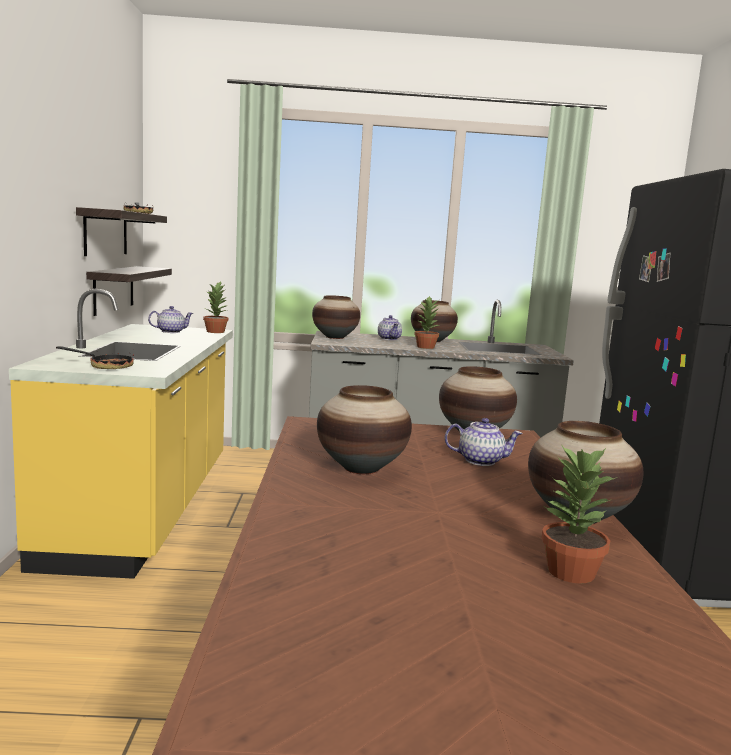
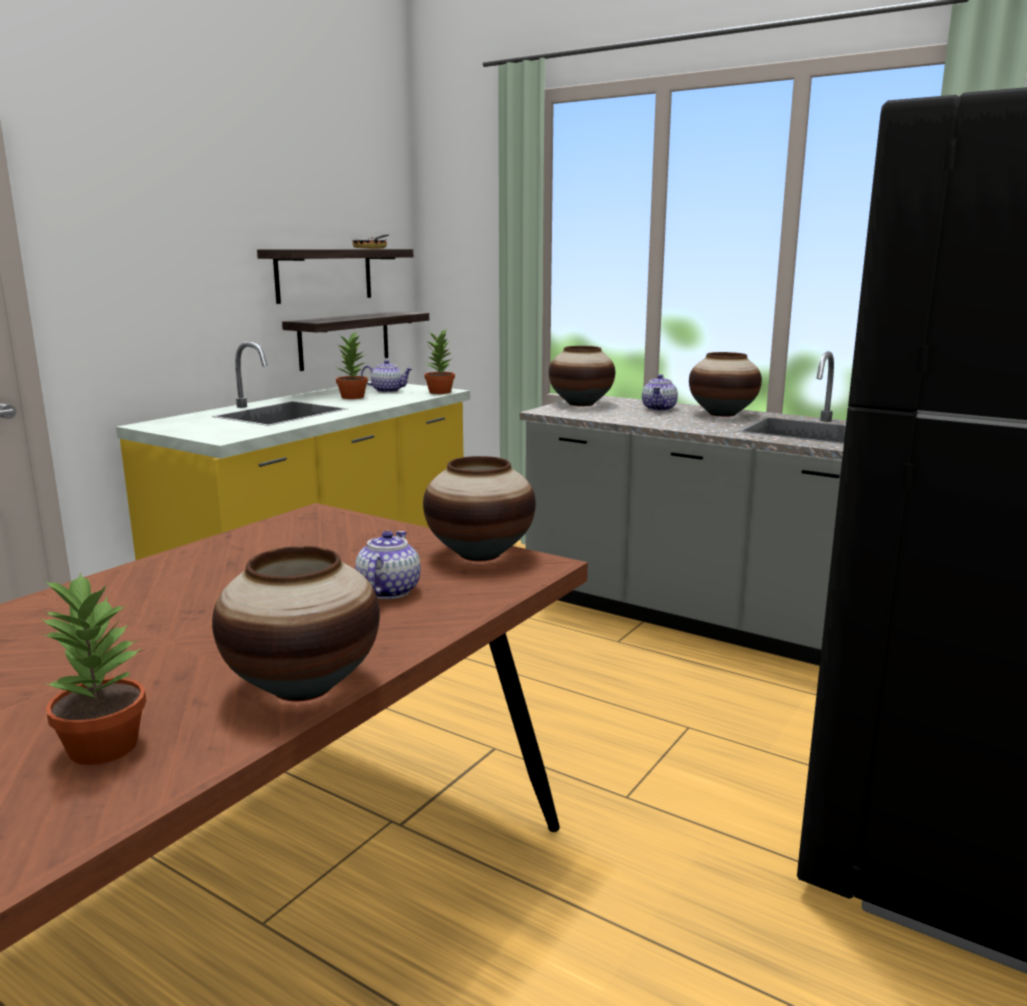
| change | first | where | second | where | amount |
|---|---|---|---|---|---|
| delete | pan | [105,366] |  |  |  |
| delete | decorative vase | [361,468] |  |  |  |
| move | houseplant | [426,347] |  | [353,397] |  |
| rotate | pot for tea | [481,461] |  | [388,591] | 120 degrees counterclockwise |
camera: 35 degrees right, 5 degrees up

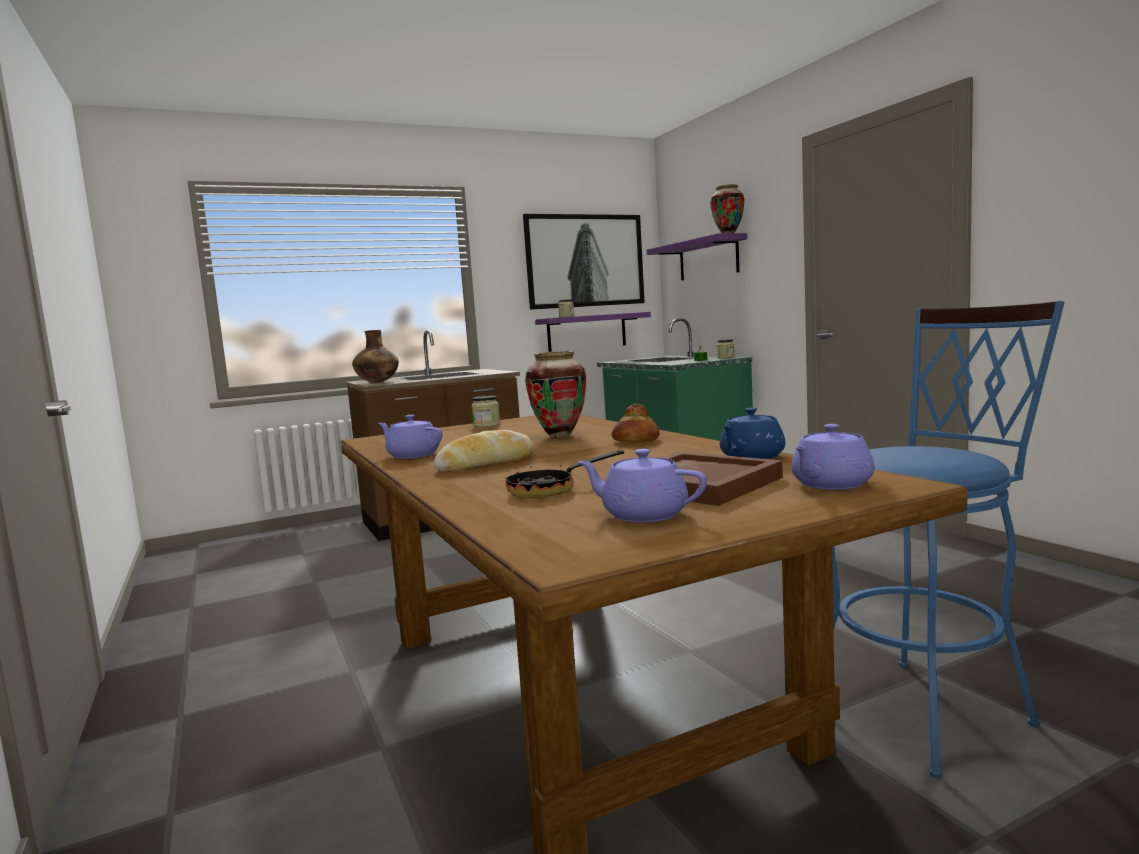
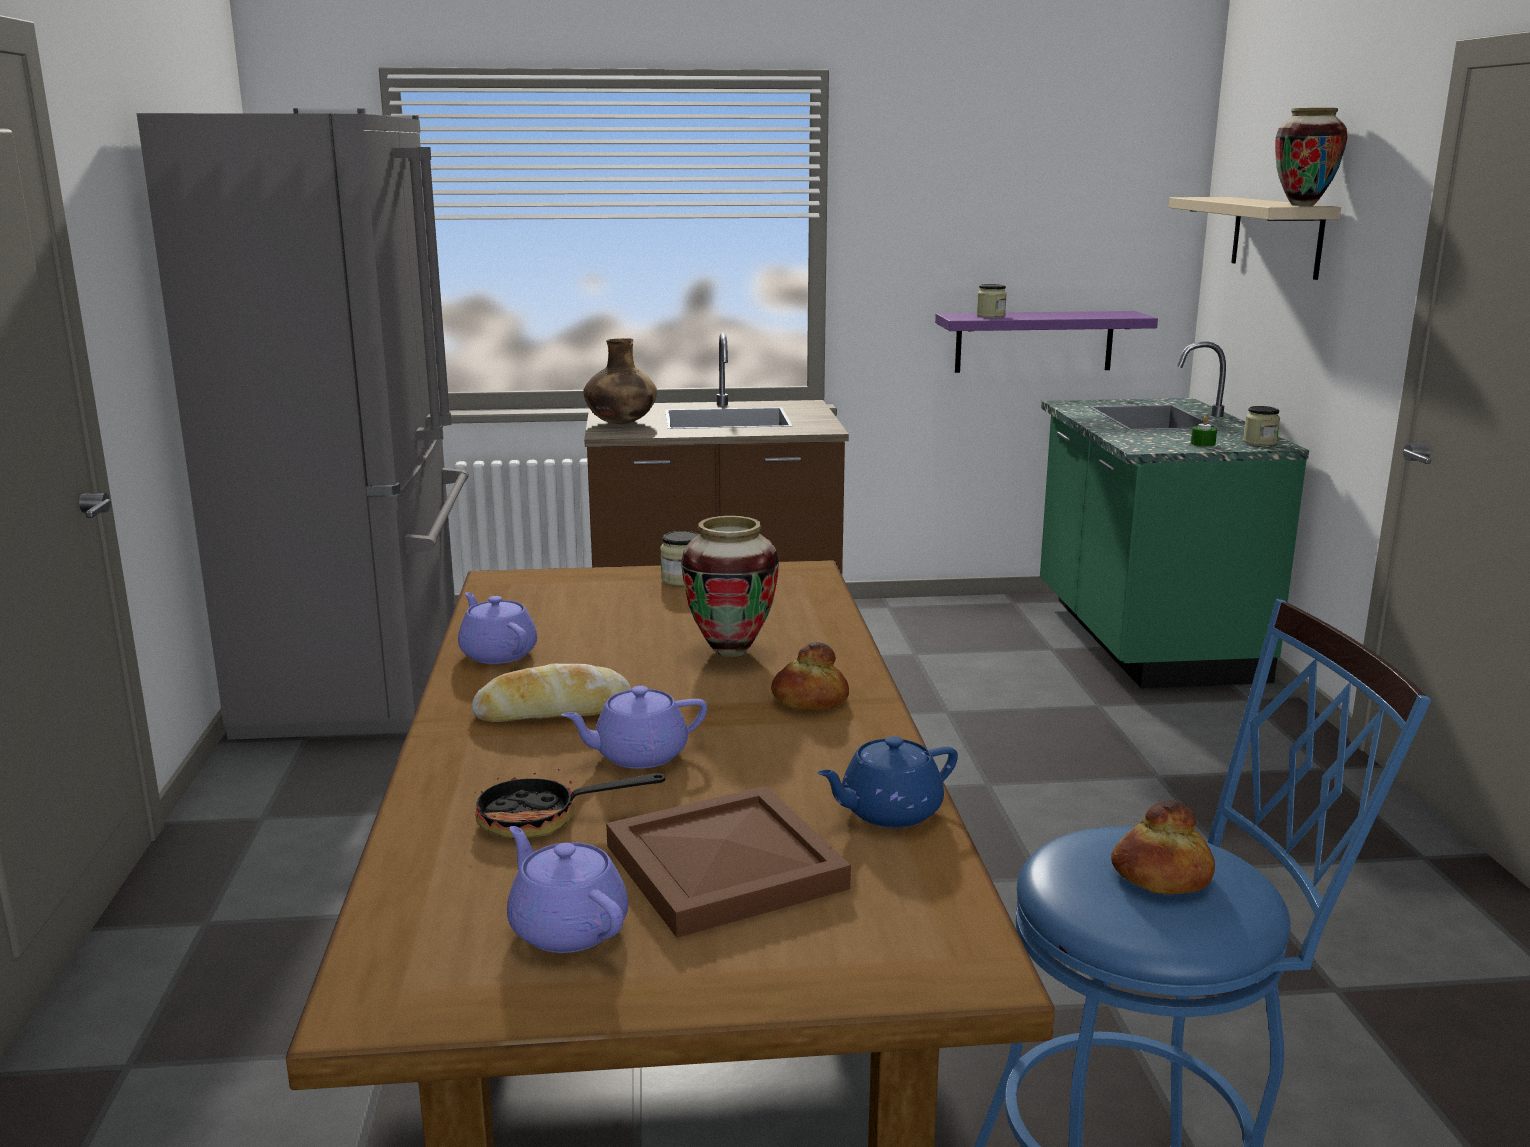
| change | first | where | second | where | amount |
|---|---|---|---|---|---|
| delete | wall art | [585,261] |  |  |  |
| insert |  |  | gray refrigerator | [365,677] |  |
| insert |  |  | bakery bread | [1161,876] |  |
| move | purplish pot for tea | [830,485] |  | [638,755] |  |
| recolor | purplish bracket shelf | [708,259] | sand-coloured bracket shelf | [1276,236] |  |
camera: 20 degrees right, 10 degrees up

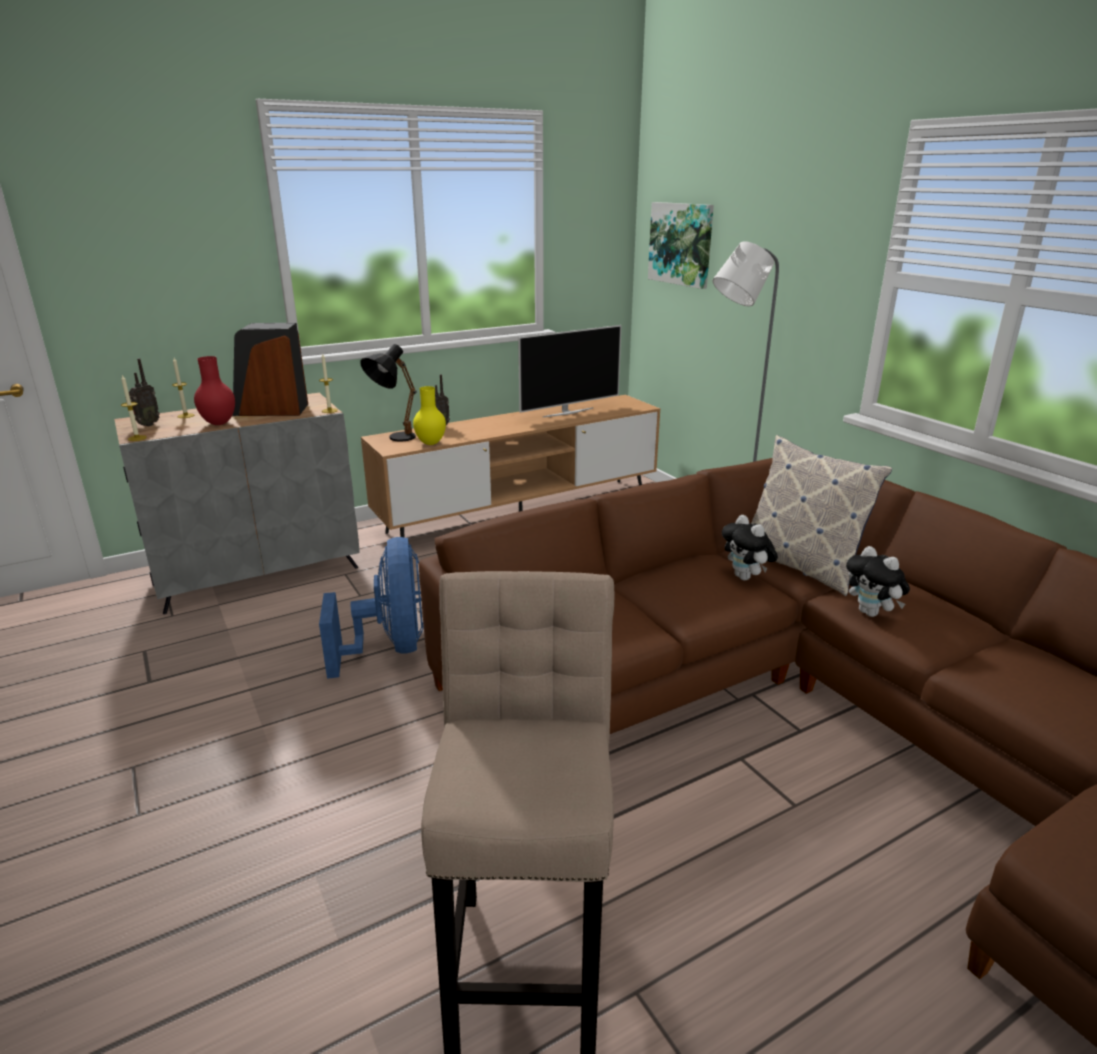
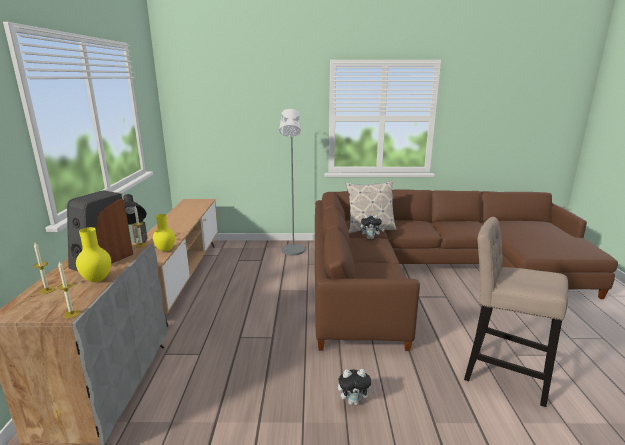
| change | first | where | second | where | amount |
|---|---|---|---|---|---|
| delete | radio receiver | [146,425] |  |  |  |
| delete | blue cooling fan | [391,647] |  |  |  |
| delete | television | [567,412] |  |  |  |
| delete | wall art | [681,244] |  |  |  |
| move | soft toy | [871,613] |  | [354,401] |  |
| recolor | red decorative vase | [218,423] | yellowish decorative vase | [96,280] |  |
camera: 60 degrees left, 5 degrees down

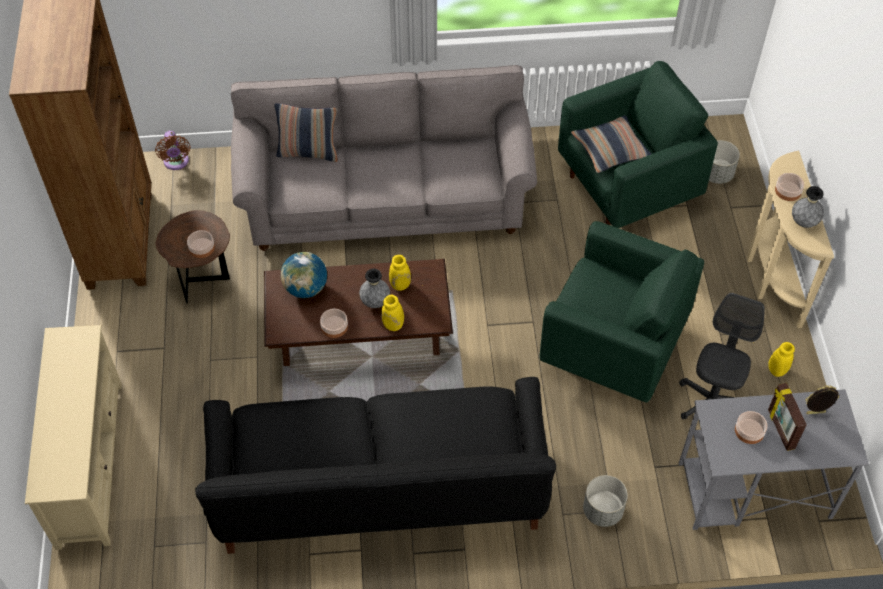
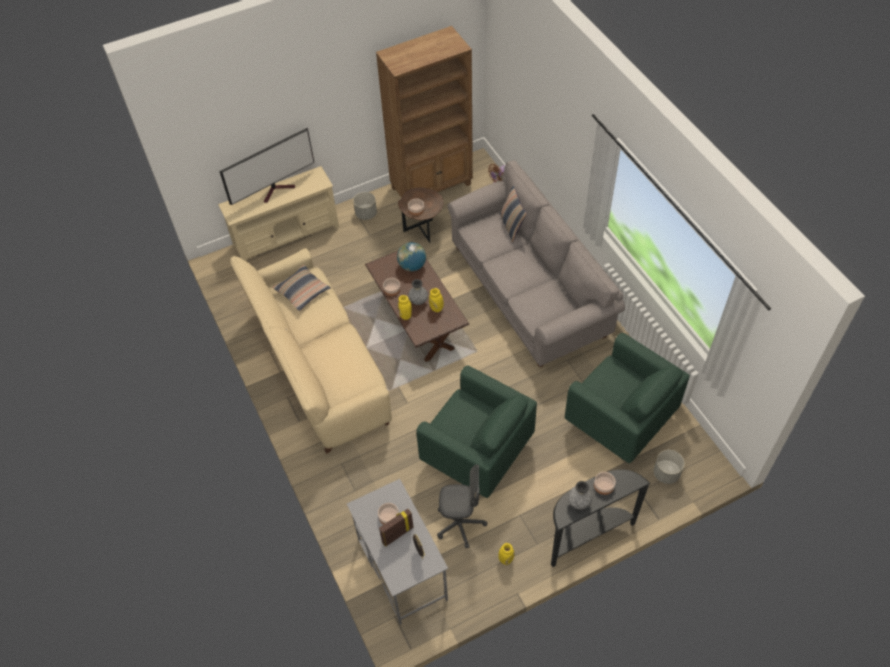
| change | first | where | second | where | amount |
|---|---|---|---|---|---|
| insert |  |  | television | [277,190] |  |
| move | cushion | [610,150] |  | [302,291] |  |
| move | gray planter | [603,511] |  | [366,214] |  |
| recolor | black-coloured settee | [379,493] | sand-coloured settee | [319,367] |  |
| recolor | sand-coloured hall table | [770,278] | black-coloured hall table | [587,535] |  |
| rotate | greenish armchair | [613,347] |  | [477,453] | 60 degrees counterclockwise |
camera: 70 degrees right, 0 degrees up

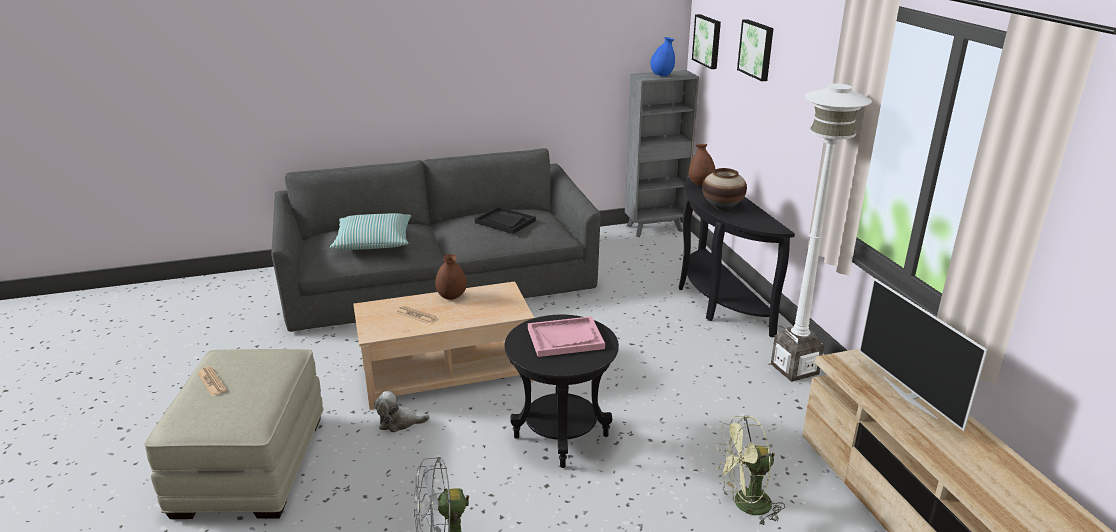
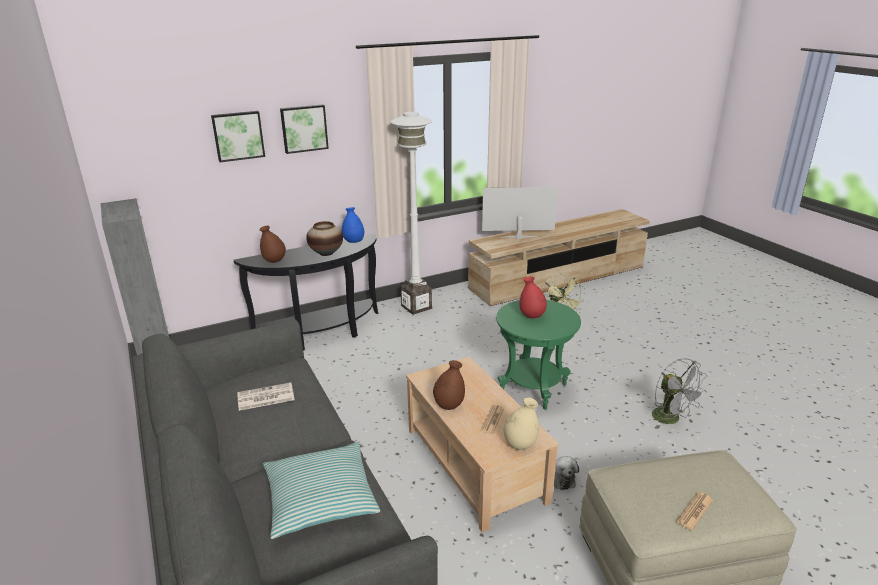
| change | first | where | second | where | amount |
|---|---|---|---|---|---|
| insert |  |  | sand-coloured decorative vase | [520,444] |  |
| move | blue decorative vase | [662,75] |  | [353,242] |  |
| move | wall art | [708,41] |  | [304,128] |  |
| replace | black-coloured tray | [505,222] | daily paper | [265,397] |  |
| replace | pinkish tray | [565,338] | red decorative vase | [532,316] |  |
| recolor | black-coloured accent table | [561,437] | greenish accent table | [533,389] |  |
| rotate | television | [910,397] |  | [518,237] | 150 degrees counterclockwise |
camera: 100 degrees left, 0 degrees up

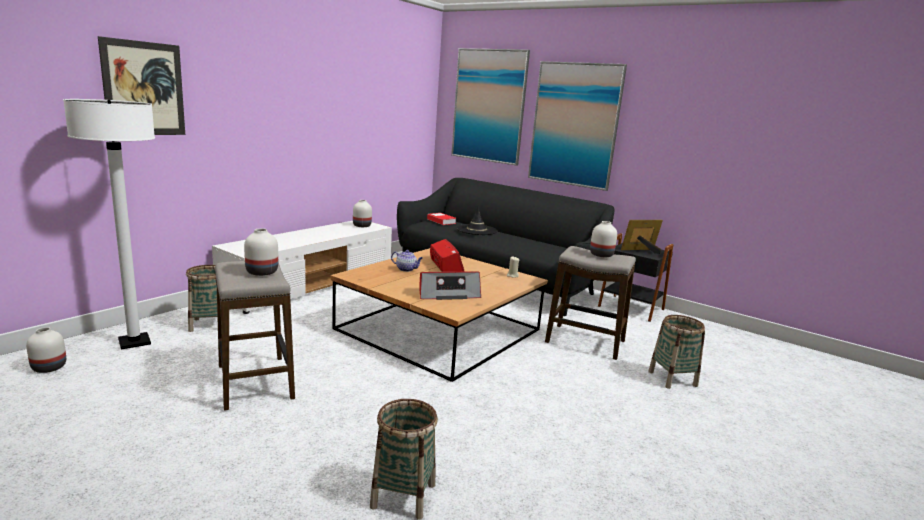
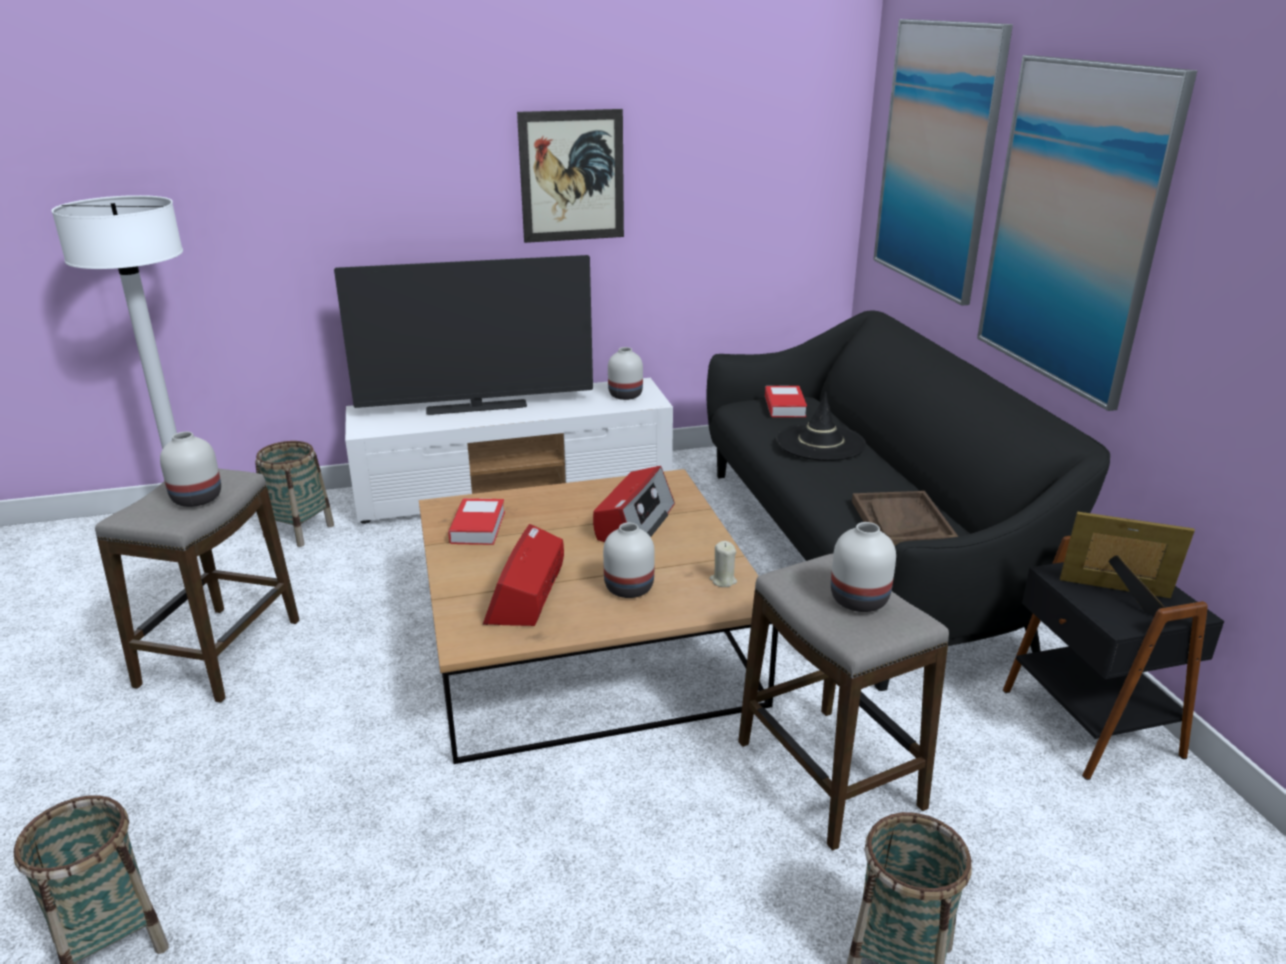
| change | first | where | second | where | amount |
|---|---|---|---|---|---|
| delete | pot for tea | [406,269] |  |  |  |
| insert |  |  | television | [476,408] |  |
| insert |  |  | volume | [478,527] |  |
| insert |  |  | brownish tray | [901,522] |  |
| move | white-coloured decorative vase | [50,367] |  | [630,587] |  |
| move | wall art | [144,89] |  | [572,176] |  |
| rotate | radio receiver | [448,294] |  | [526,594] | 75 degrees clockwise |
camera: 40 degrees right, 10 degrees up

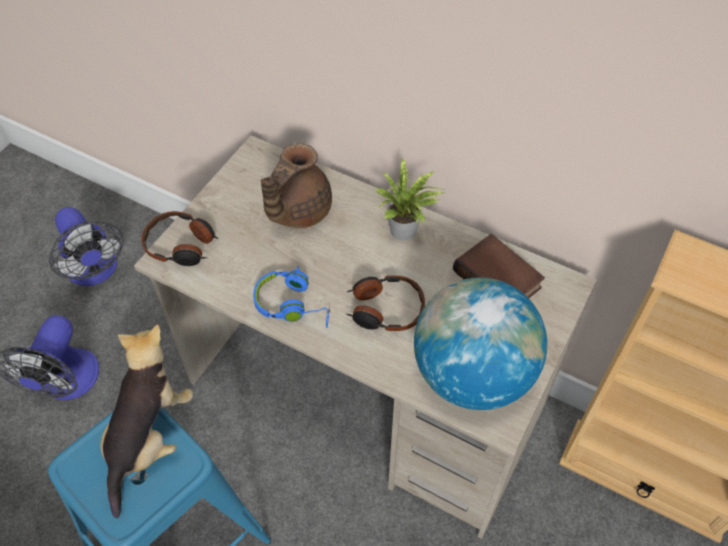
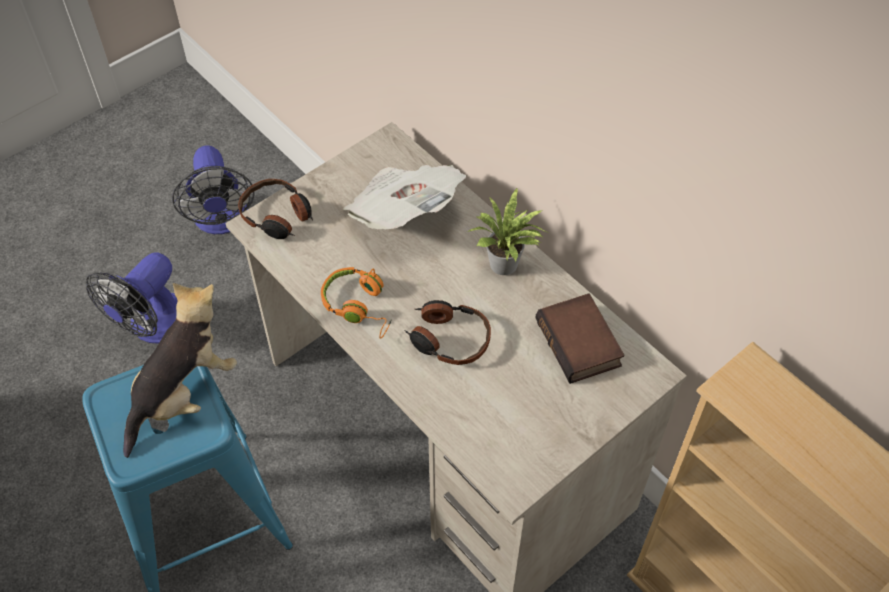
| change | first | where | second | where | amount |
|---|---|---|---|---|---|
| delete | world globe | [472,374] |  |  |  |
| replace | brownish pot for tea | [296,211] | daily paper | [404,213] |  |
| recolor | blue pair of headphones | [293,305] | orange-coloured pair of headphones | [360,306] |  |
camera: 20 degrees right, 0 degrees up

